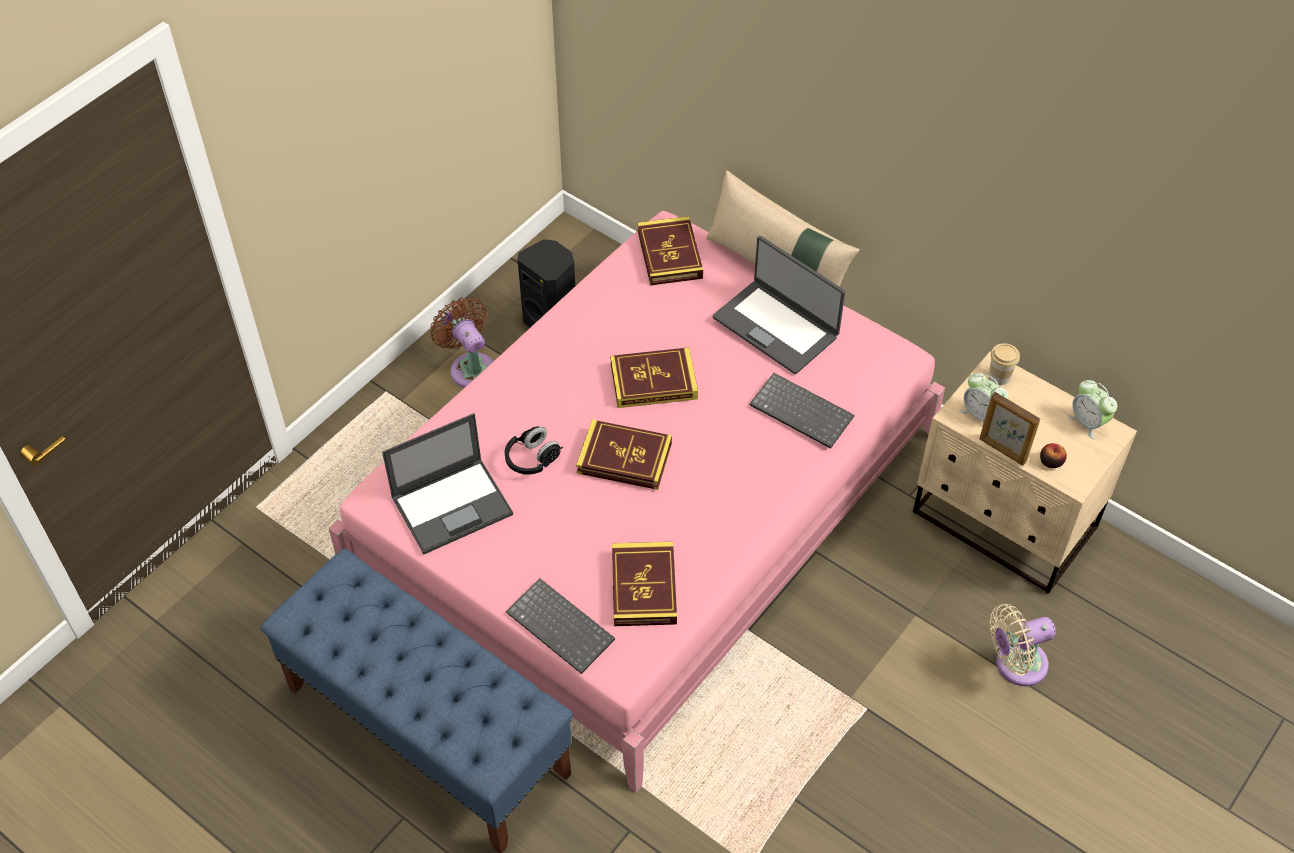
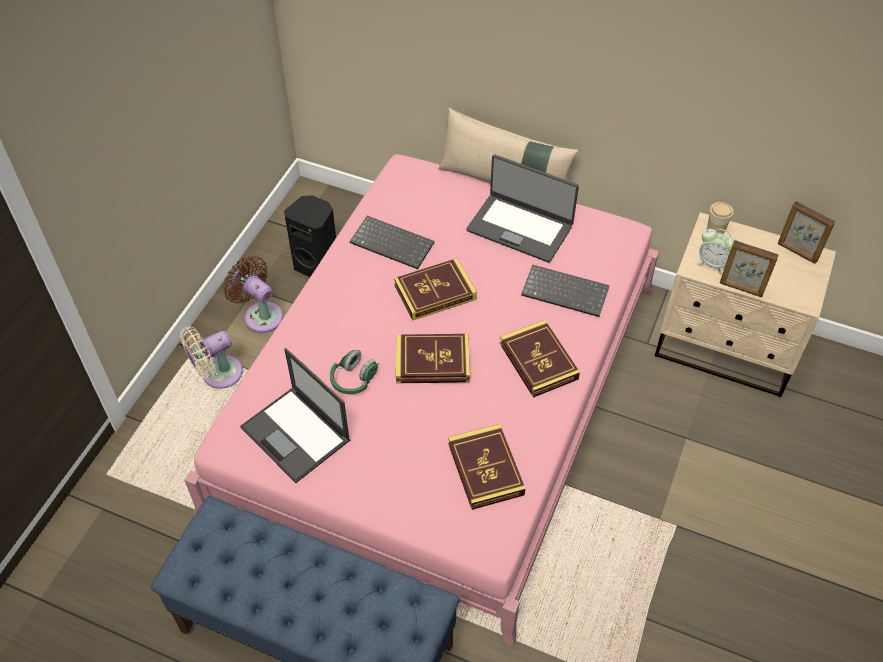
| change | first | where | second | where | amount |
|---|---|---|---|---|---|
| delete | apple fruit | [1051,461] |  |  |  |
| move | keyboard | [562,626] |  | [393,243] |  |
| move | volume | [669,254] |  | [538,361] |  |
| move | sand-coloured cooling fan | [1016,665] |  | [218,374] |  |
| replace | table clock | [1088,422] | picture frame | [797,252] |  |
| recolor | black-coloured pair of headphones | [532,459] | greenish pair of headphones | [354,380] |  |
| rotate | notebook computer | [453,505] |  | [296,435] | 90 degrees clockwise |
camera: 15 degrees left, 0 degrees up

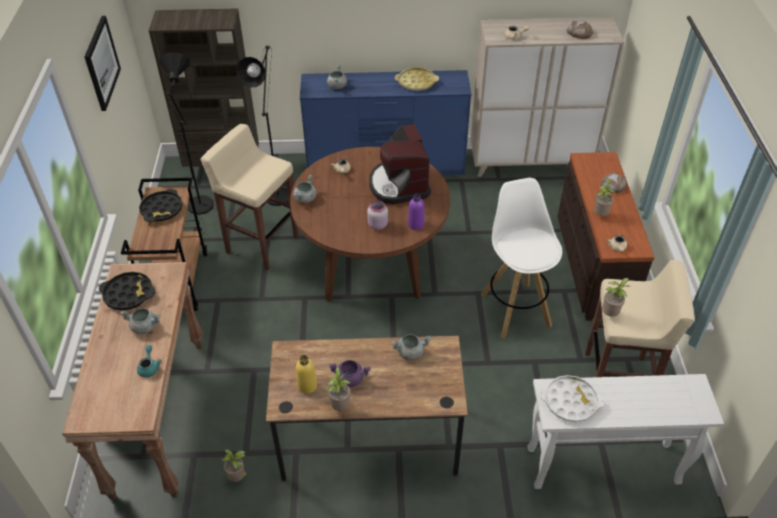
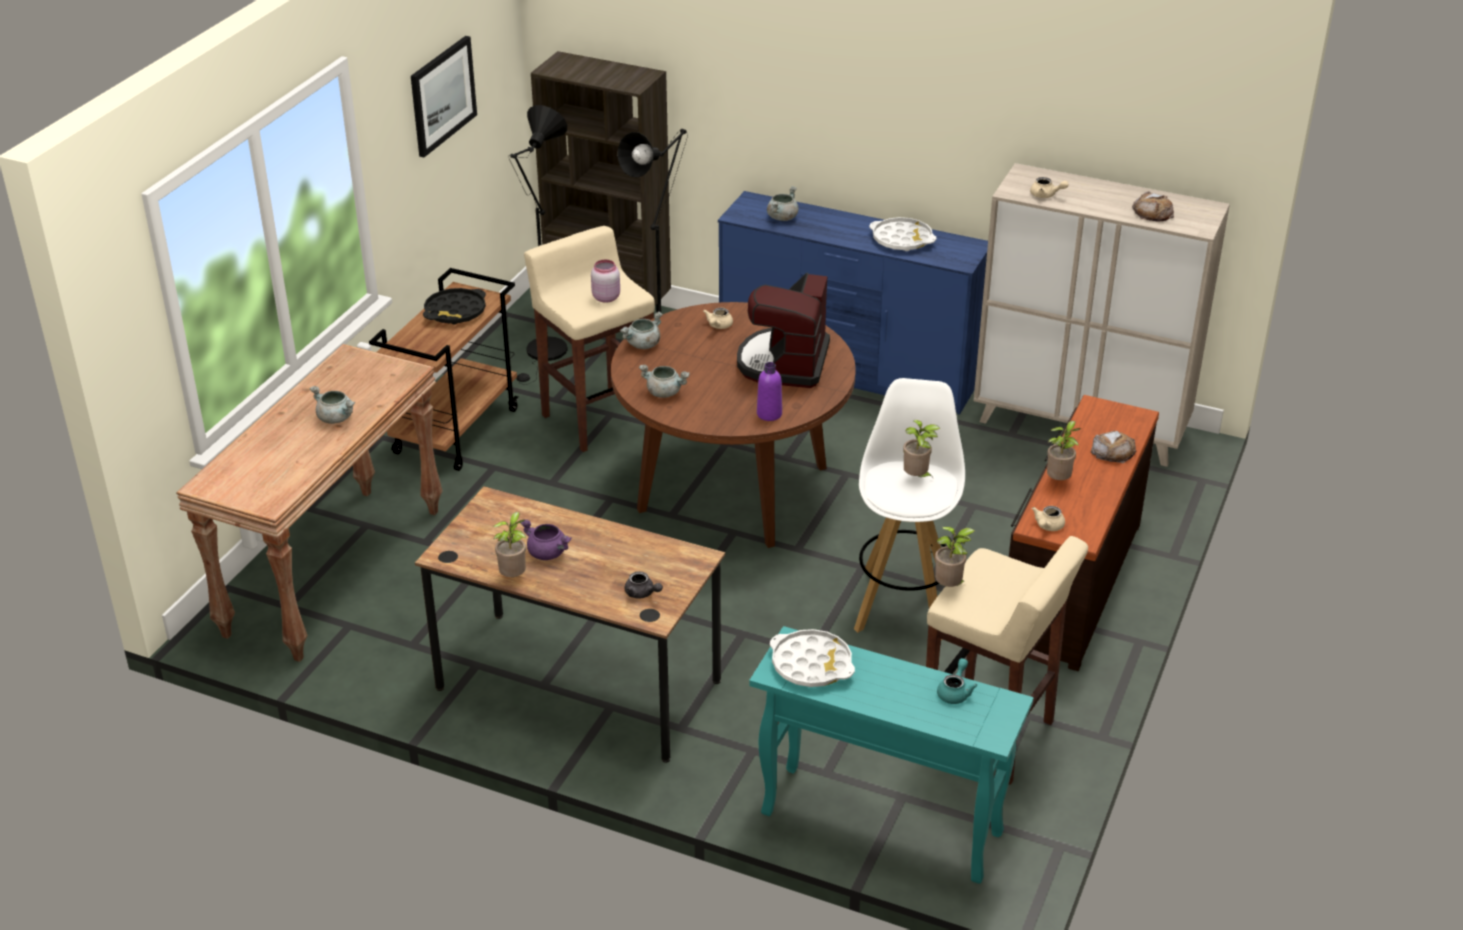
| change | first | where | second | where | amount |
|---|---|---|---|---|---|
| delete | black-coloured tray | [128,294] |  |  |  |
| delete | yellowish beverage bottle | [307,386] |  |  |  |
| insert |  |  | gray pot for tea | [642,594] |  |
| move | blue-green pot for tea | [149,367] |  | [955,692] |  |
| move | houseplant | [238,477] |  | [917,478] |  |
| move | pinkish storage jar | [377,224] |  | [606,297] |  |
| move | gray stockpot | [410,352] |  | [665,392] |  |
| recolor | yellowish tray | [416,82] | white-coloured tray | [902,239] |  |
| recolor | white-coloured hall table | [601,466] | blue-green hall table | [879,823] |  |
camera: 25 degrees right, 10 degrees down

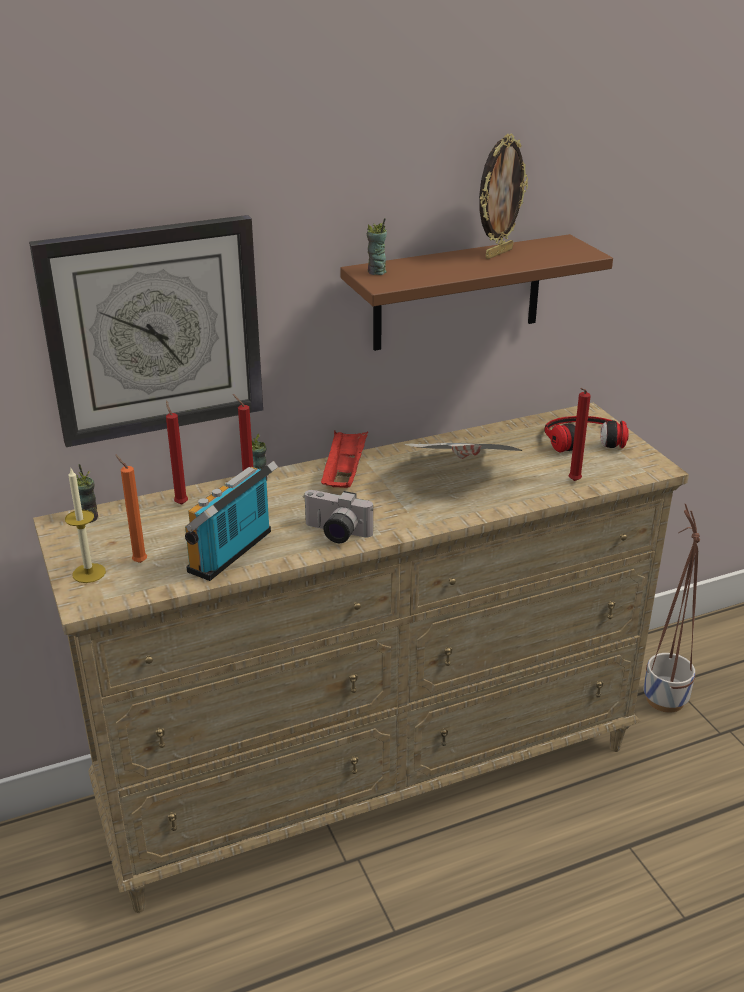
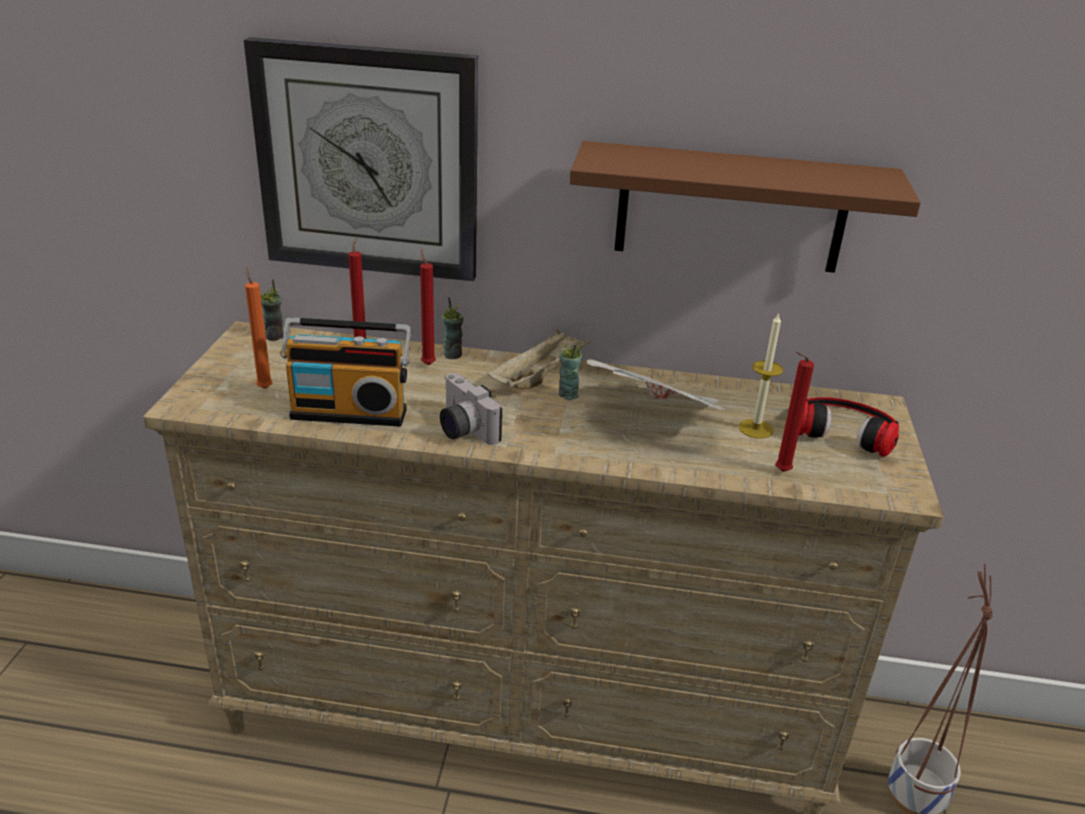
| change | first | where | second | where | amount |
|---|---|---|---|---|---|
| delete | picture frame | [498,253] |  |  |  |
| move | wax light | [89,573] |  | [755,429] |  |
| move | drinking cup | [376,272] |  | [568,394] |  |
| recolor | red tray | [344,474] | sand-coloured tray | [538,377] |  |
| rotate | radio receiver | [234,553] |  | [350,411] | 150 degrees counterclockwise |
camera: 30 degrees right, 0 degrees up

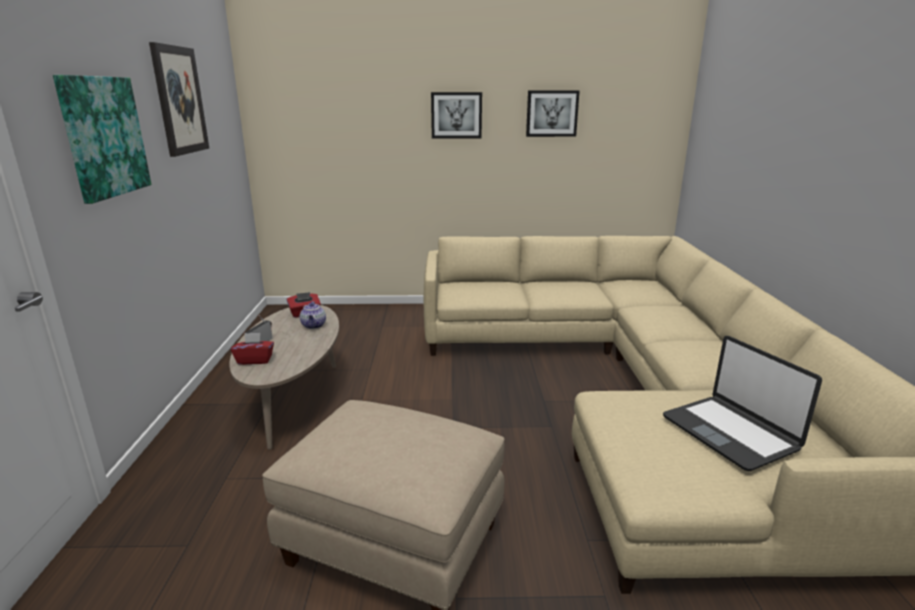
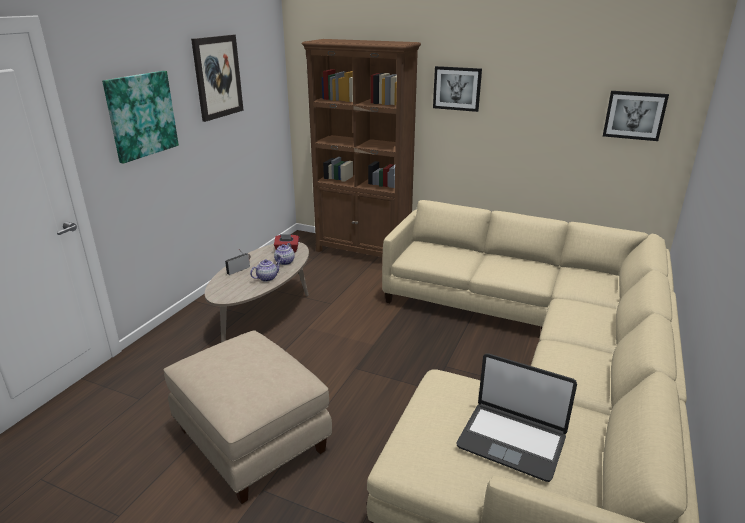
| change | first | where | second | where | amount |
|---|---|---|---|---|---|
| delete | red box of tissues | [255,360] |  |  |  |
| insert |  |  | pot for tea | [267,278] |  |
| insert |  |  | brownish bookcase | [363,252] |  |
| move | wall art | [552,113] |  | [634,115] |  |
| rotate | notebook computer | [730,432] |  | [512,440] | 60 degrees counterclockwise |
camera: 25 degrees right, 5 degrees up

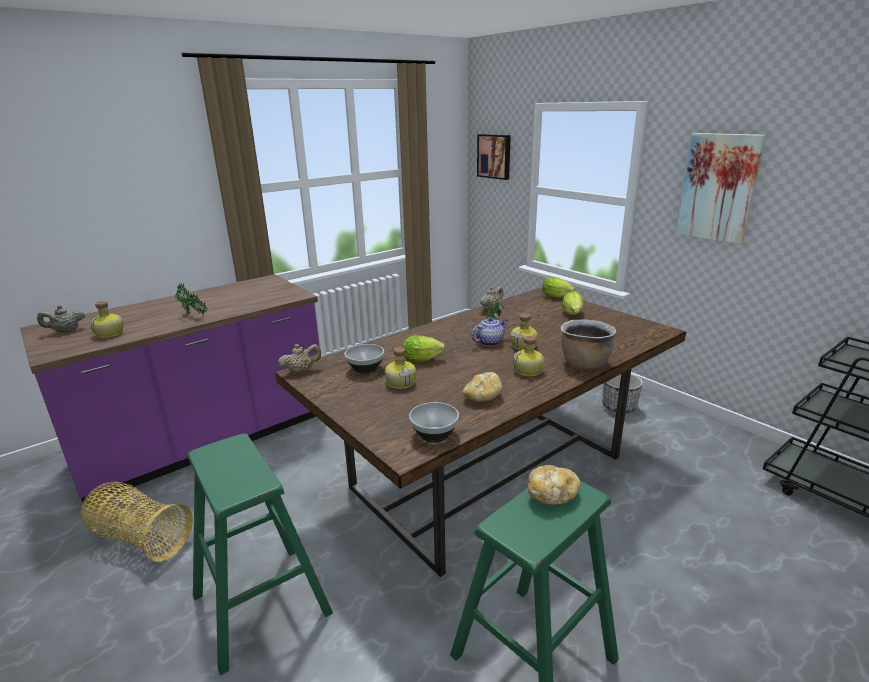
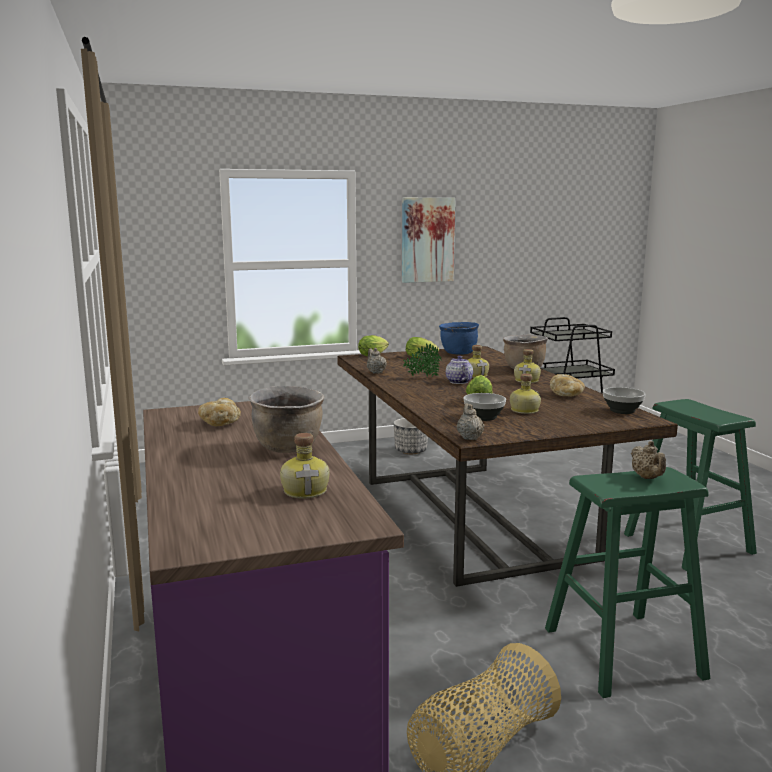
| change | first | where | second | where | amount |
|---|---|---|---|---|---|
| delete | wall art | [494,156] |  |  |  |
| insert |  |  | blue stockpot | [458,353] |  |
| move | sand-coloured pot for tea | [66,331] |  | [647,478] |  |
| move | bakery bread | [552,495] |  | [220,423] |  |
| replace | houseplant | [194,316] | brownish stockpot | [288,447] |  |
camera: 70 degrees left, 10 degrees down

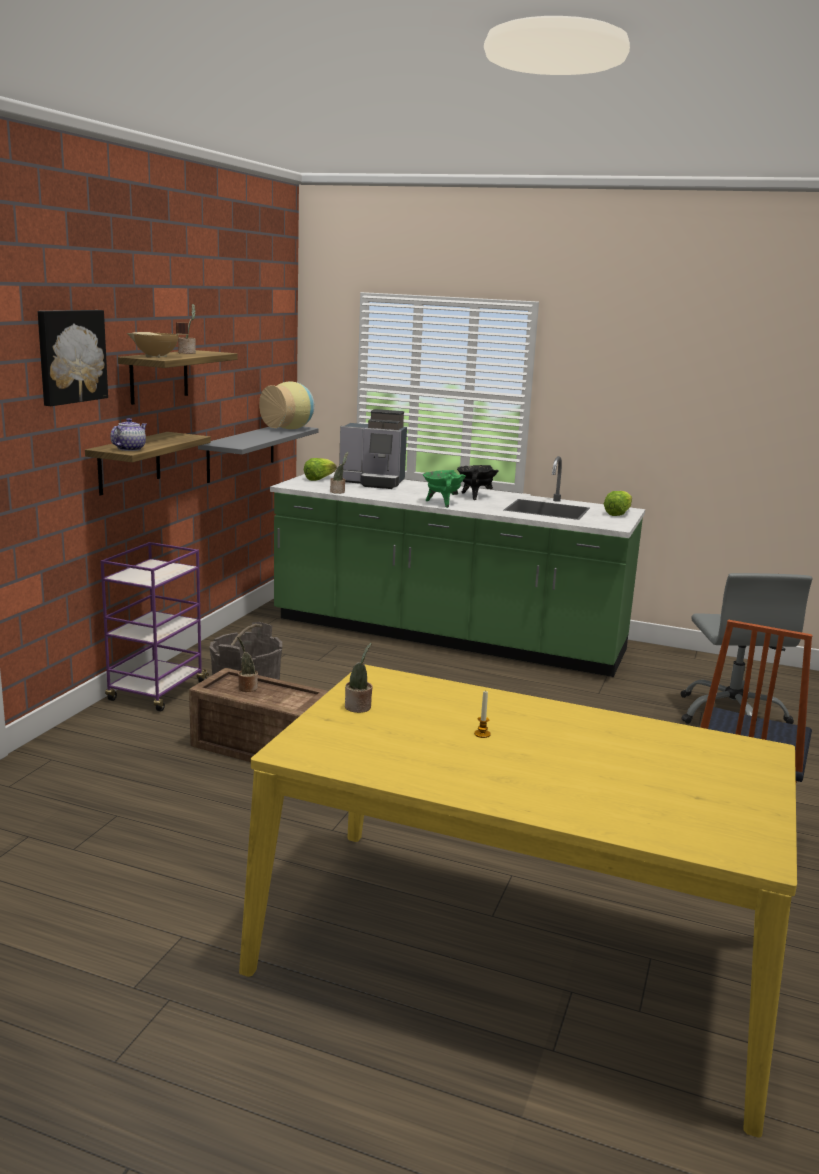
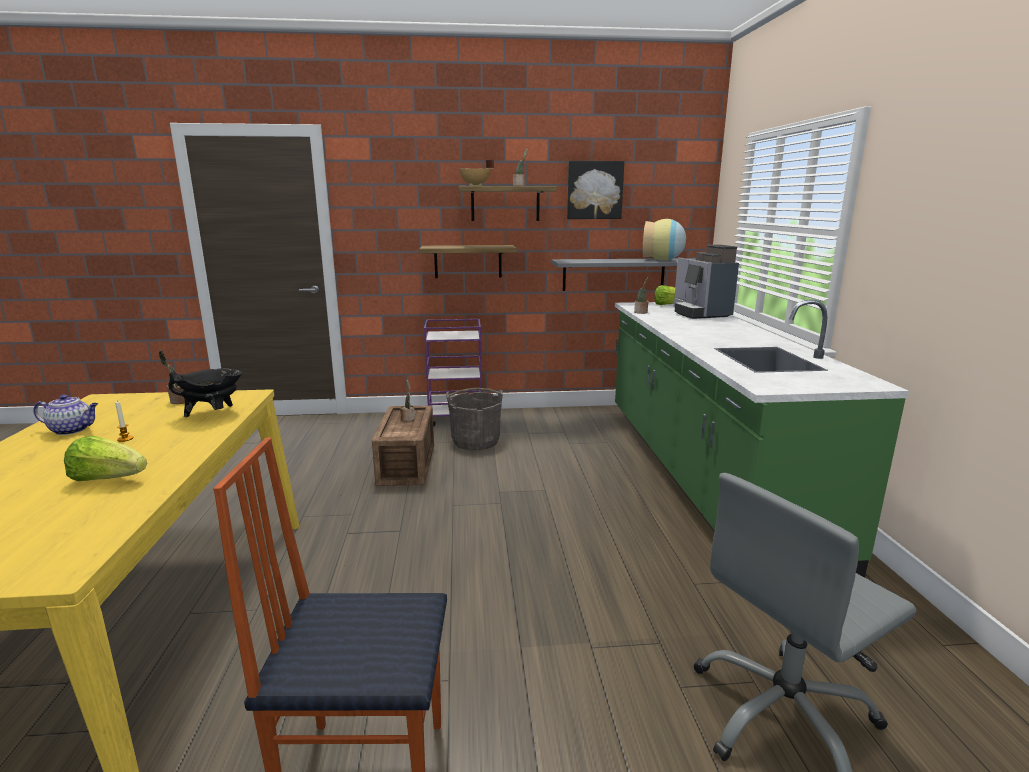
| change | first | where | second | where | amount |
|---|---|---|---|---|---|
| delete | greenish stockpot | [442,503] |  |  |  |
| move | wall art | [70,356] |  | [594,190] |  |
| move | pot for tea | [130,449] |  | [73,430] |  |
| move | black-coloured stockpot | [475,496] |  | [214,414] |  |
| move | head of lettuce | [618,514] |  | [108,479] |  |
camera: 65 degrees right, 0 degrees up

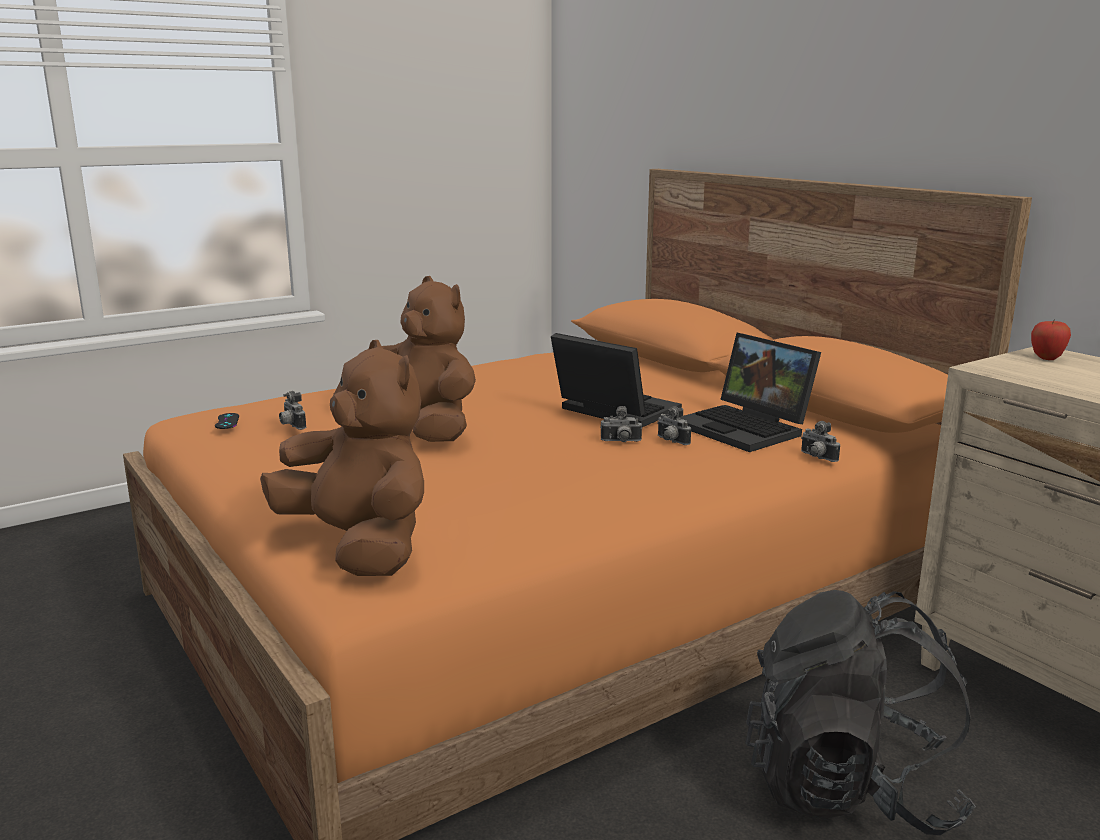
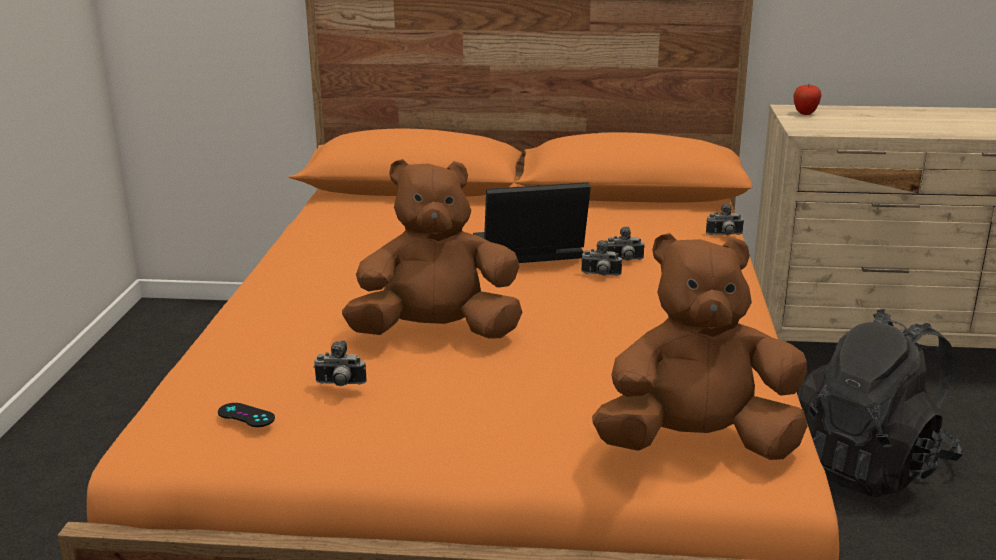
| change | first | where | second | where | amount |
|---|---|---|---|---|---|
| delete | notebook computer | [747,428] |  |  |  |
| rotate | still camera | [621,442] |  | [600,275] | 60 degrees clockwise |
camera: 50 degrees left, 5 degrees up

